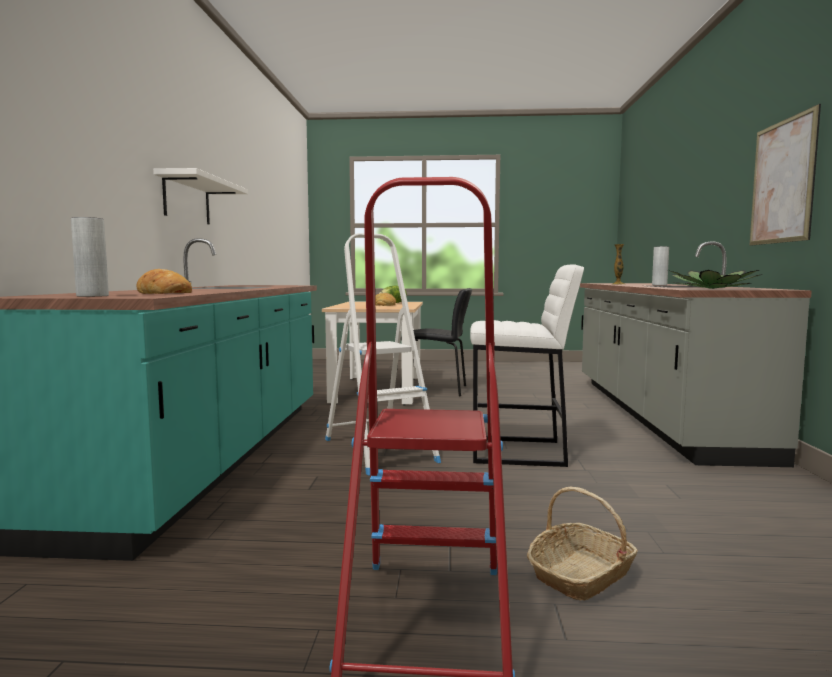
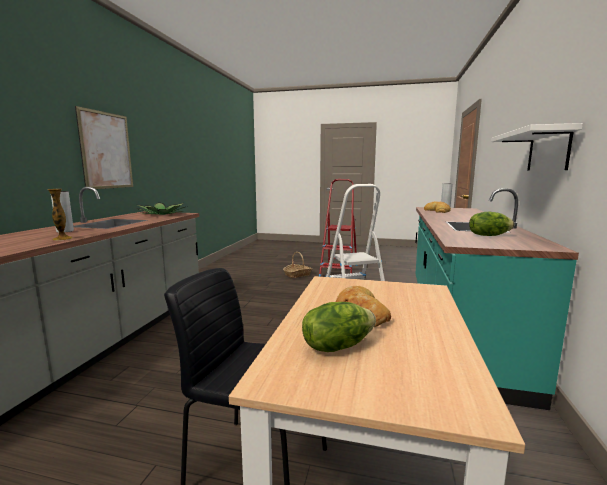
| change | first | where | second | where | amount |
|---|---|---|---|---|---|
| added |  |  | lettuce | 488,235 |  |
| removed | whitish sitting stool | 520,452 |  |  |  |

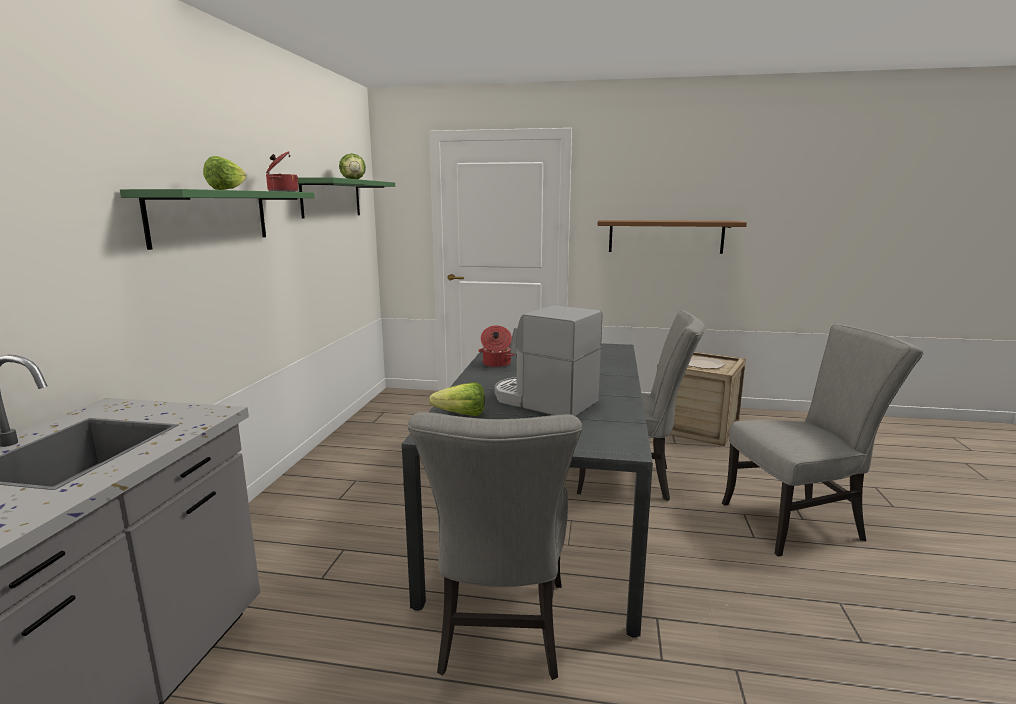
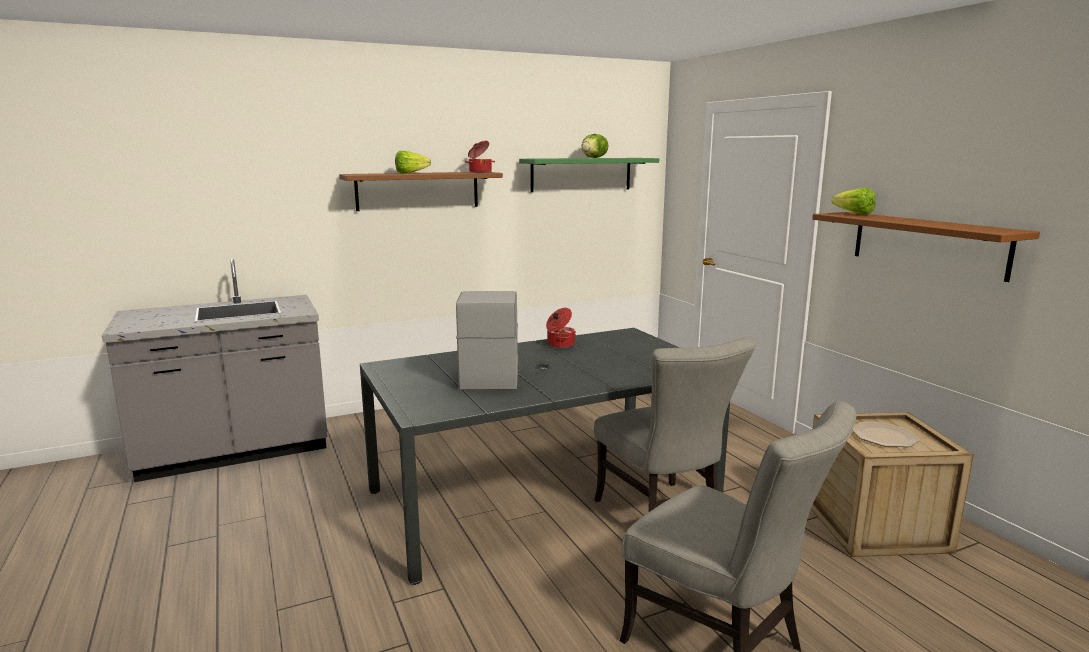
| change | first | where | second | where | amount |
|---|---|---|---|---|---|
| recoloured | green-coloured bracket shelf | 211,217 | brown-coloured bracket shelf | 418,190 |  |
| moved | lettuce | 457,415 |  | 850,213 |  |
| removed | grey upright chair | 500,632 |  |  |  |

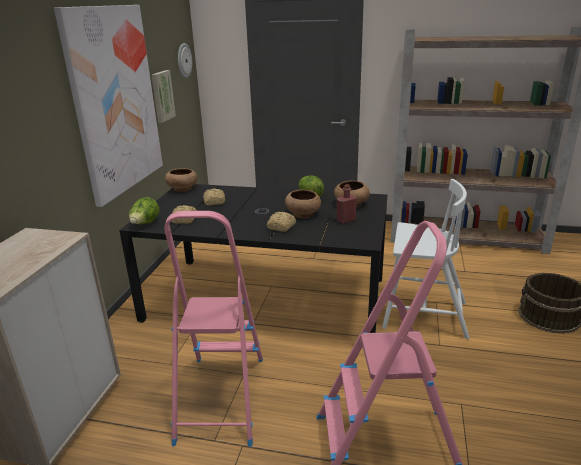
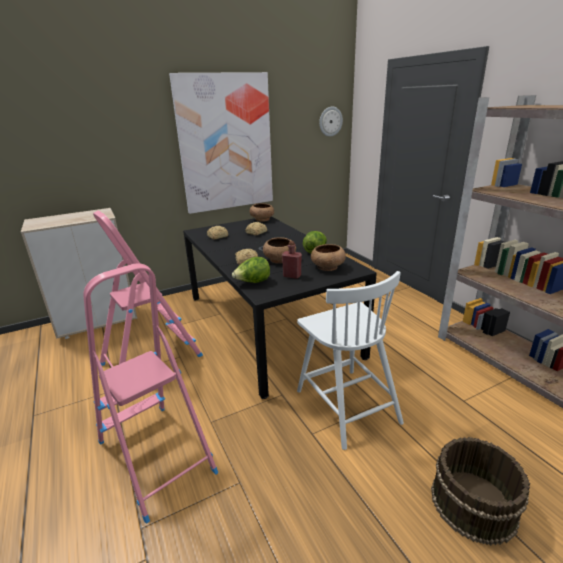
| change | first | where | second | where | amount |
|---|---|---|---|---|---|
| moved | lettuce | 145,224 |  | 253,282 |  |
| removed | wall picture | 162,96 |  |  |  |

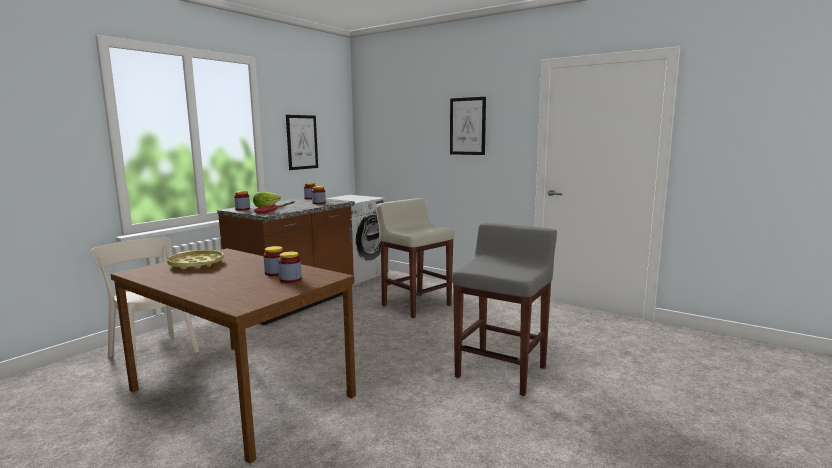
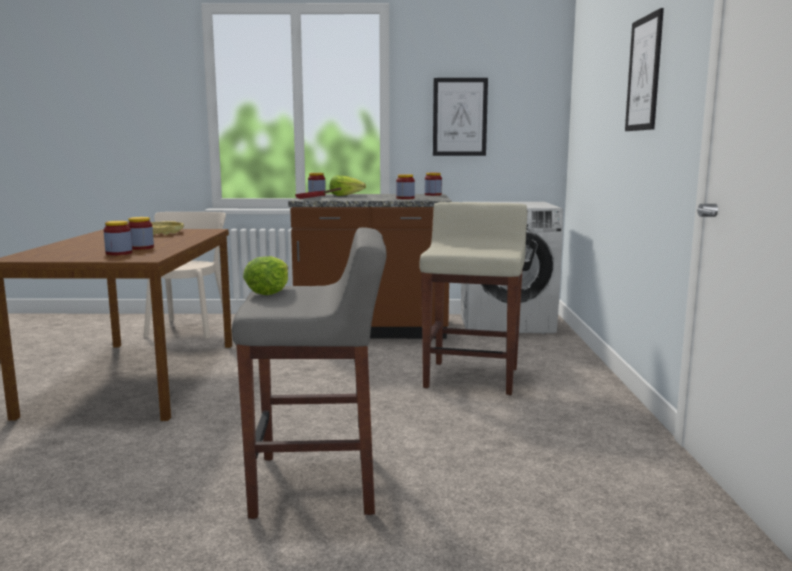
| change | first | where | second | where | amount |
|---|---|---|---|---|---|
| added |  |  | lettuce | 269,291 |  |

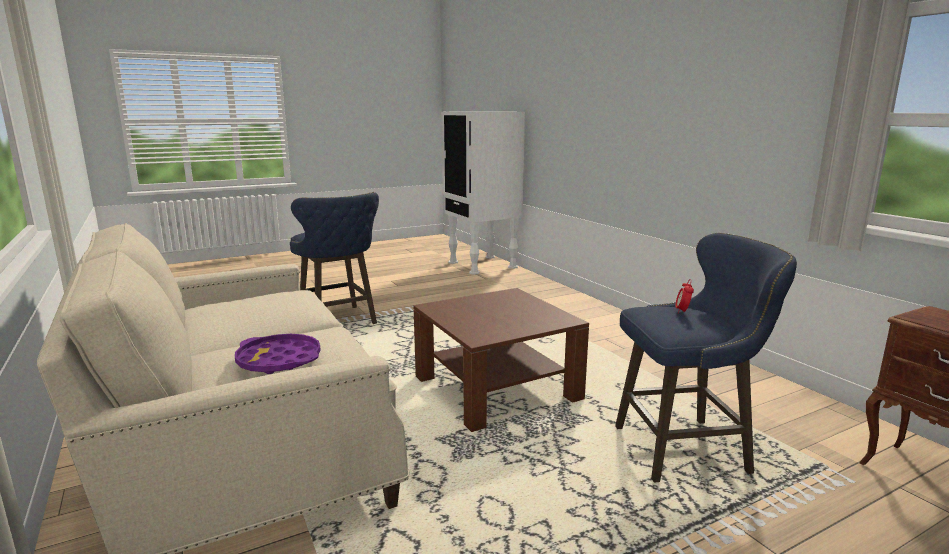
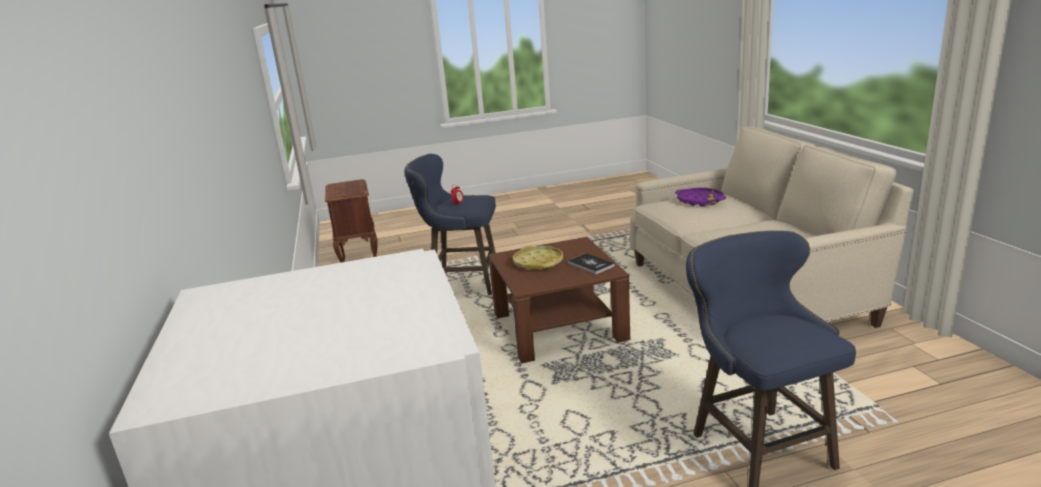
| change | first | where | second | where | amount |
|---|---|---|---|---|---|
| added |  |  | yellow-coloured tray | 538,262 |  |
| added |  |  | volume | 590,264 |  |

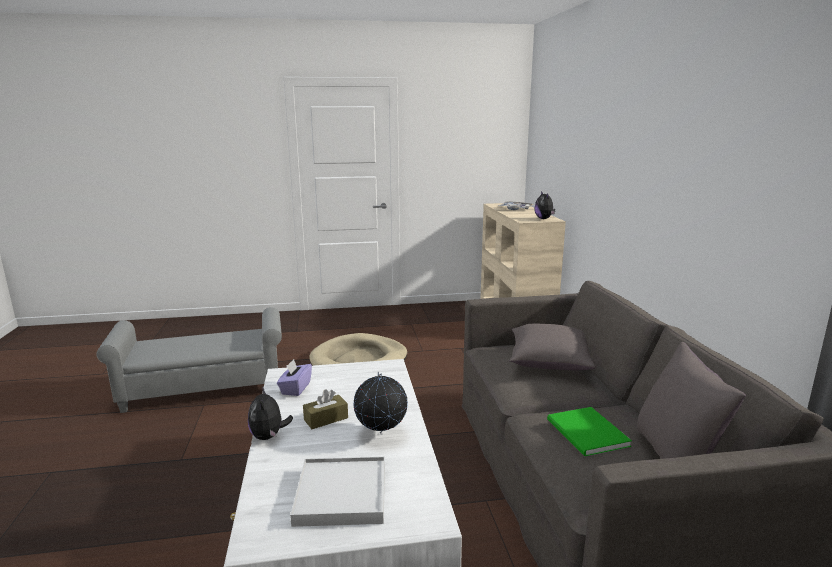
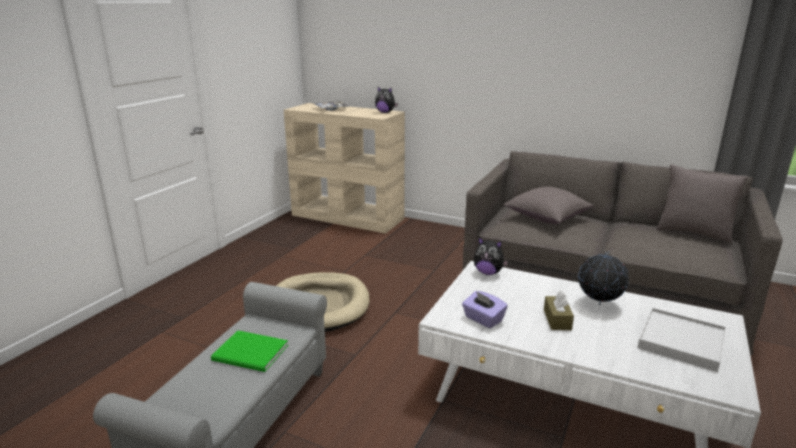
| change | first | where | second | where | amount |
|---|---|---|---|---|---|
| moved | green-coloured volume | 587,434 |  | 251,354 |  |
| moved | cuddly toy | 269,436 |  | 488,272 |  |

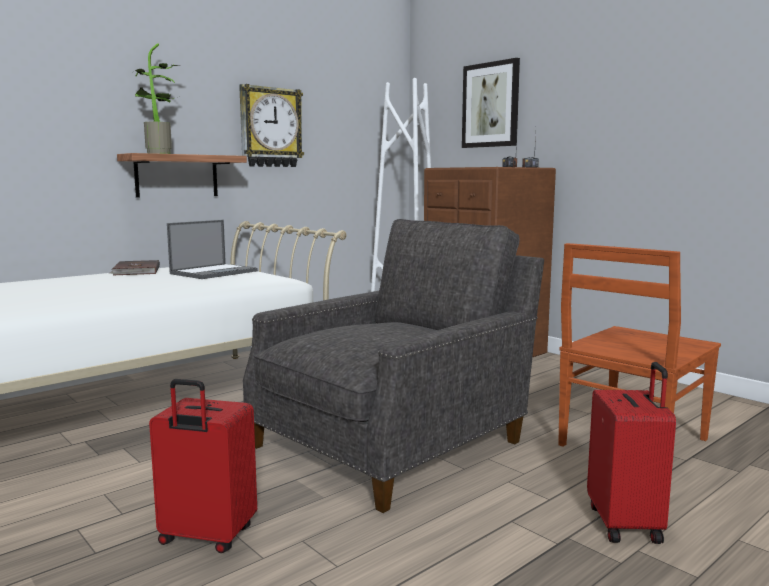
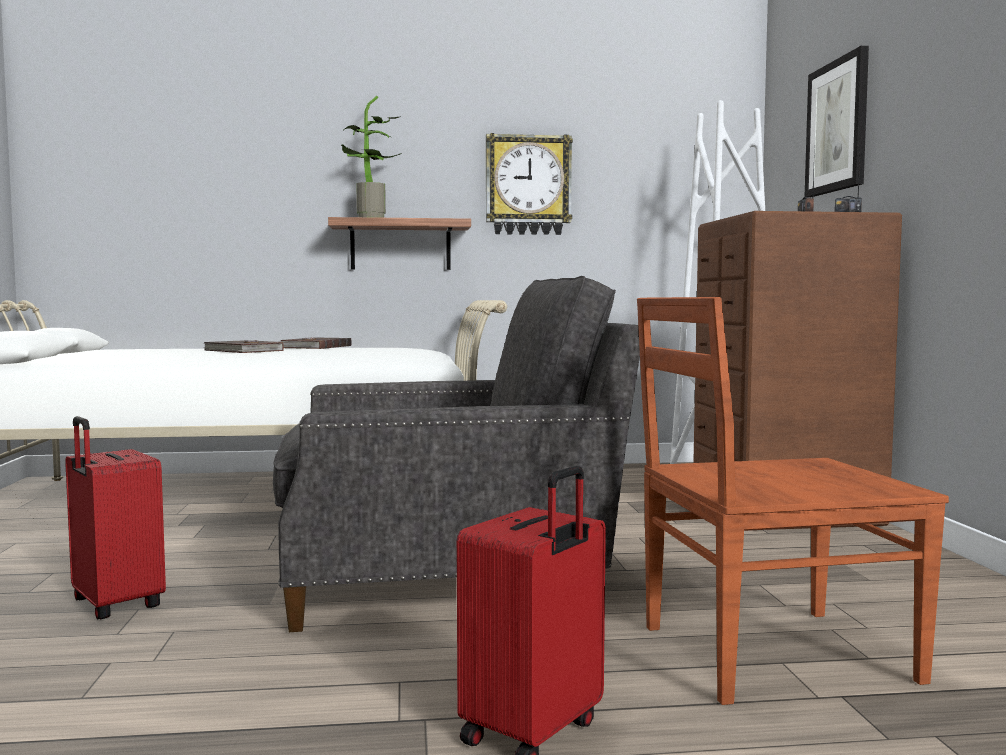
| change | first | where | second | where | amount |
|---|---|---|---|---|---|
| added |  |  | brown-coloured volume | 243,351 |  |
| removed | laptop | 214,272 |  |  |  |

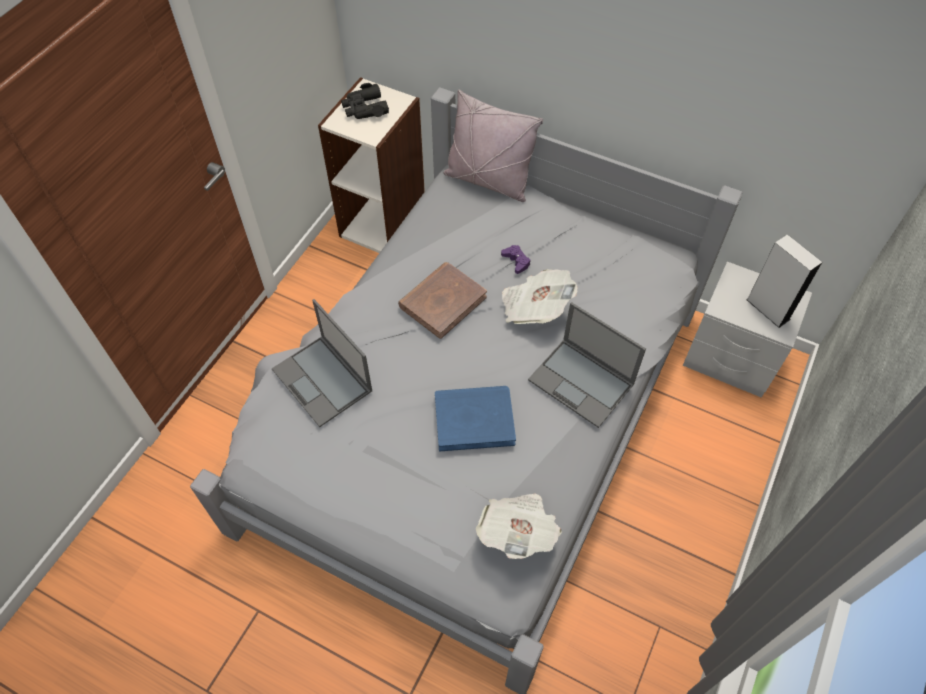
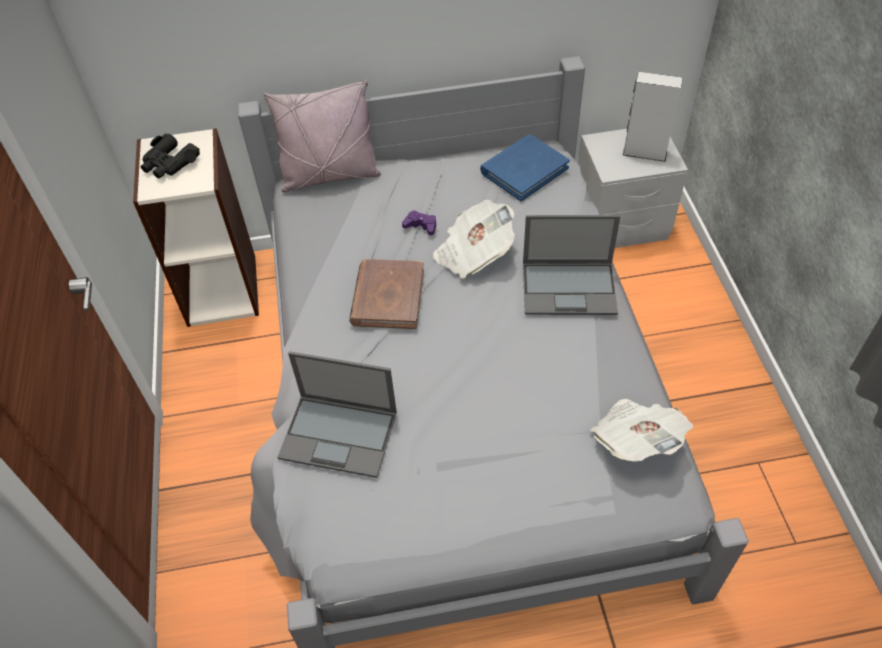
| change | first | where | second | where | amount |
|---|---|---|---|---|---|
| moved | bluish volume | 474,419 |  | 524,170 |  |

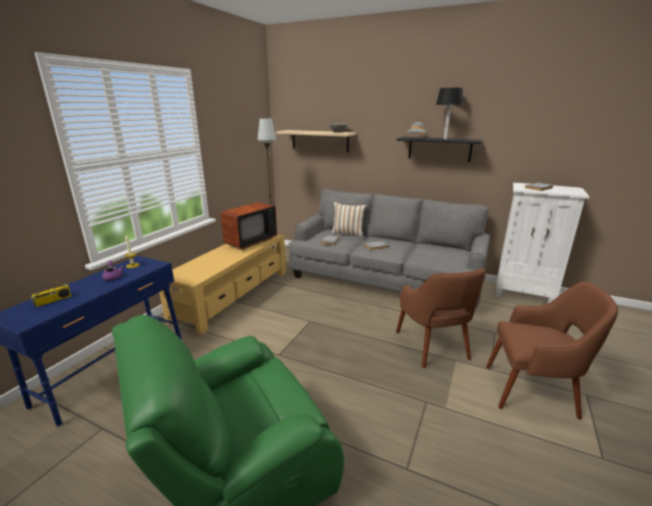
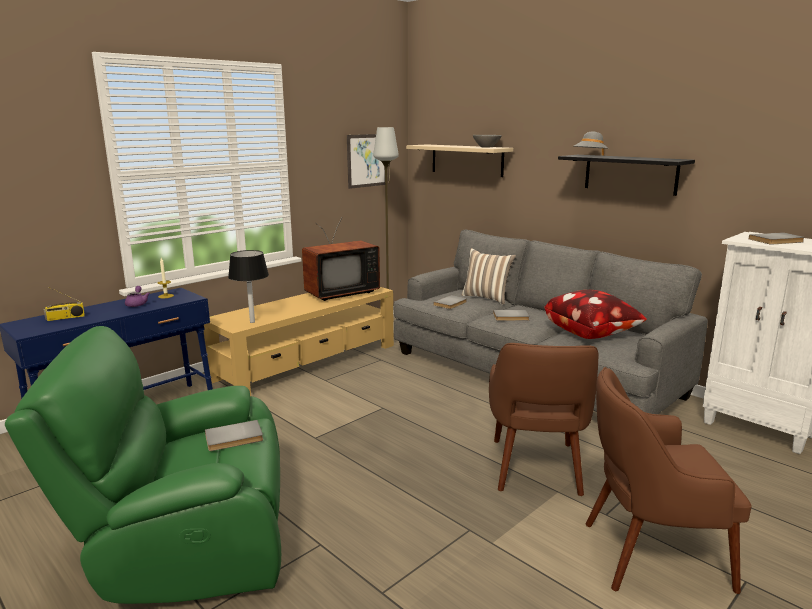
| change | first | where | second | where | amount |
|---|---|---|---|---|---|
| added |  |  | grey volume | 234,438 |  |
| moved | black-coloured tabletop lamp | 445,139 |  | 252,322 |  |
| added |  |  | wall picture | 367,160 |  |
| added |  |  | cushion | 590,333 |  |
| turned | brown-coloured armchair | 533,391 |  | 651,555 | 150 degrees clockwise |

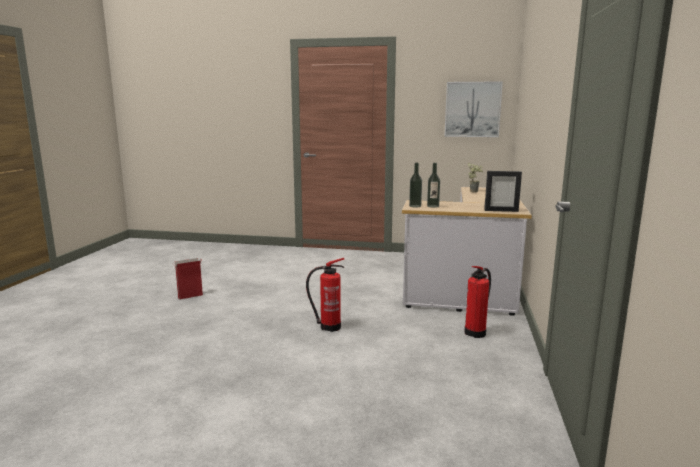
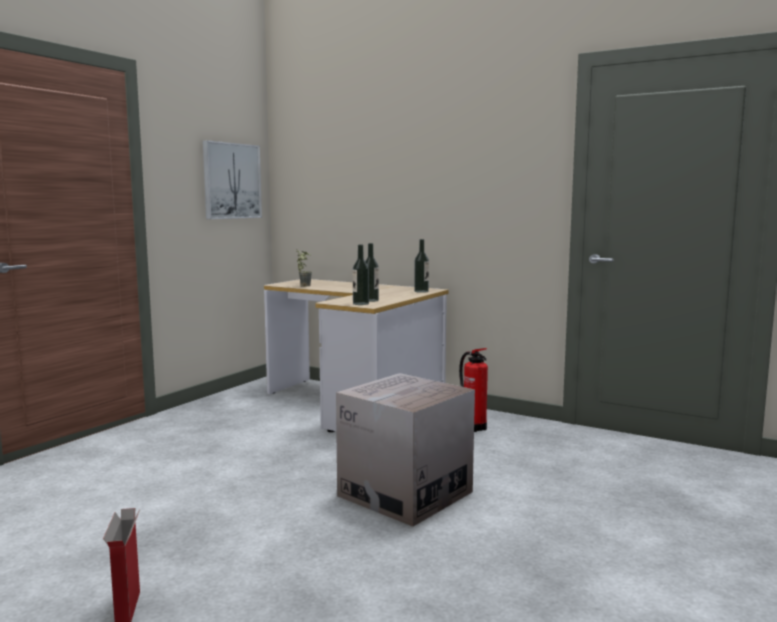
| change | first | where | second | where | amount |
|---|---|---|---|---|---|
| replaced | extinguisher | 328,327 | carton | 405,494 |  |
| replaced | standing frame | 501,210 | beverage bottle | 421,291 |  |

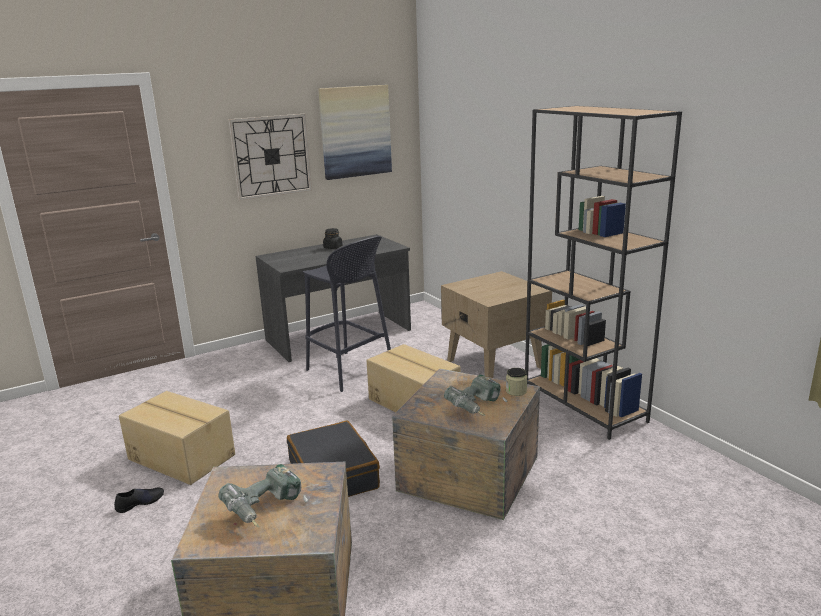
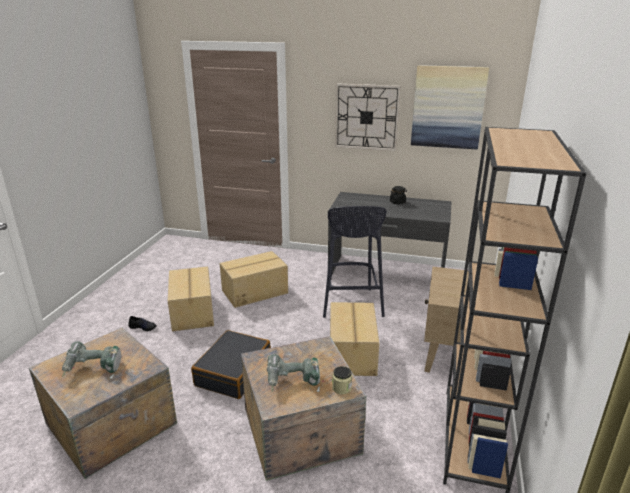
| change | first | where | second | where | amount |
|---|---|---|---|---|---|
| added |  |  | carton | 254,291 |  |

